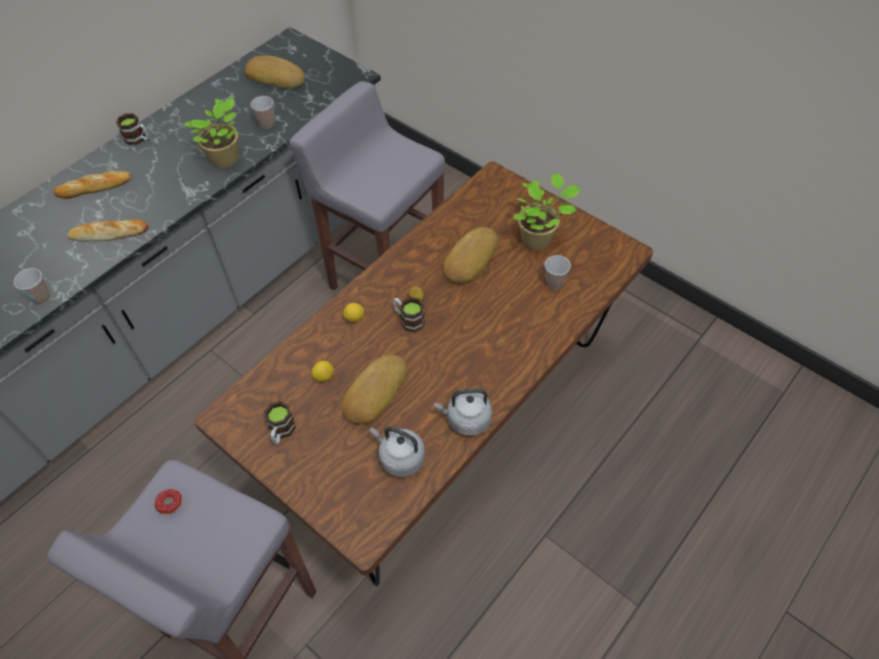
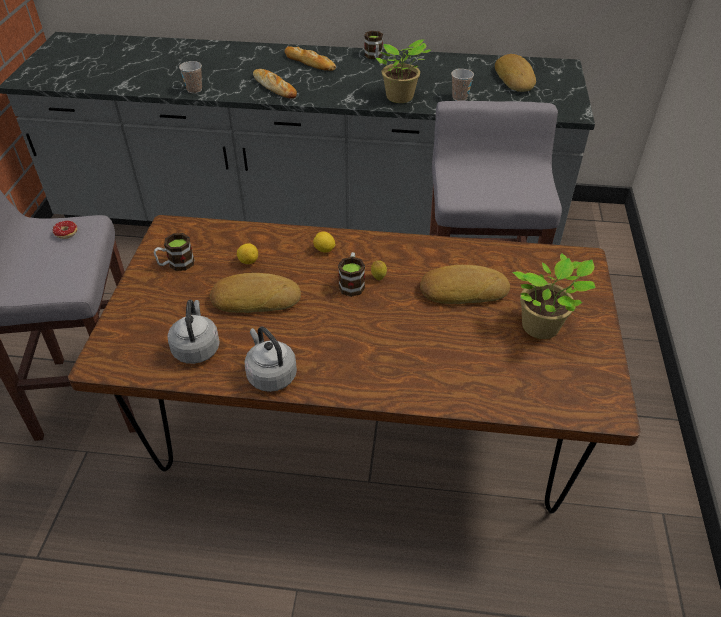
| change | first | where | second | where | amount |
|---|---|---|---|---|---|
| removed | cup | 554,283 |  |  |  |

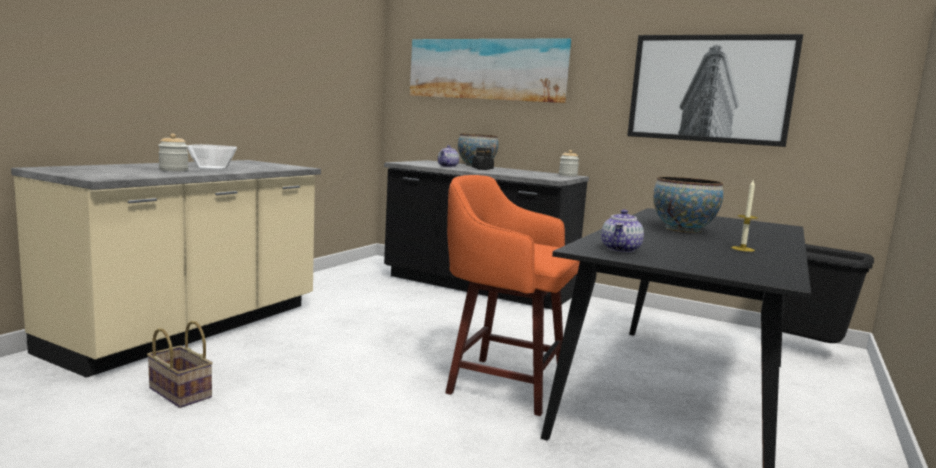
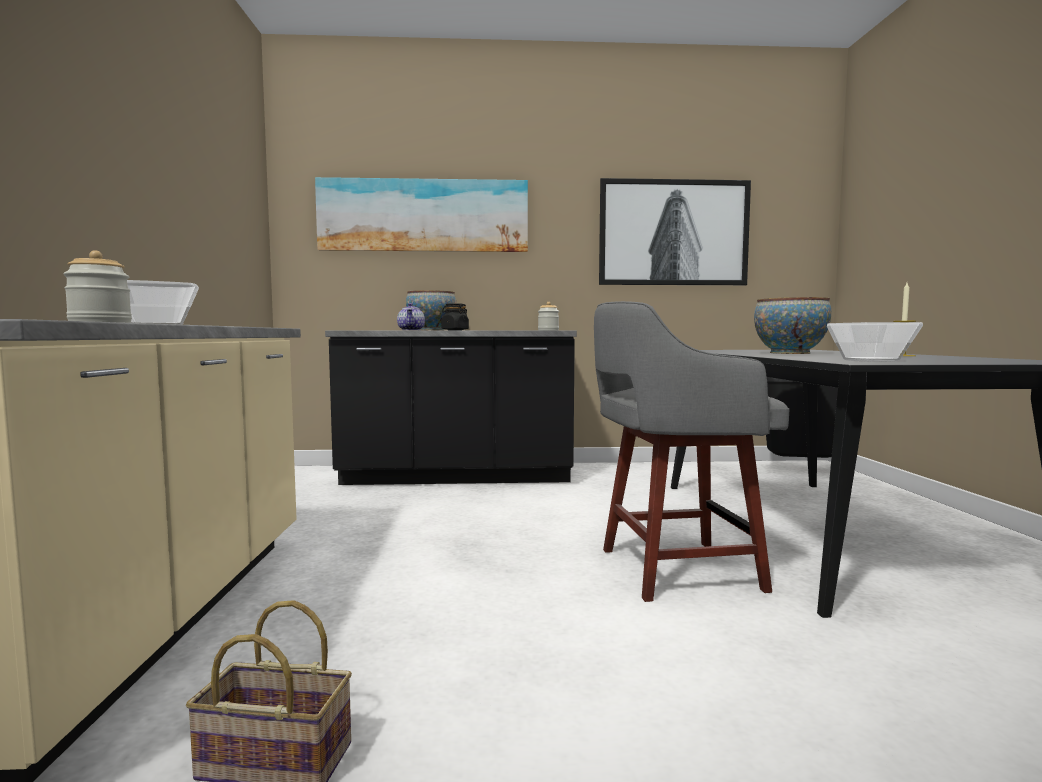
| change | first | where | second | where | amount |
|---|---|---|---|---|---|
| recoloured | orange-coloured sitting stool | 502,384 | grey sitting stool | 673,570 |  |
| replaced | tea pot | 621,249 | deep dish | 870,360 |  |

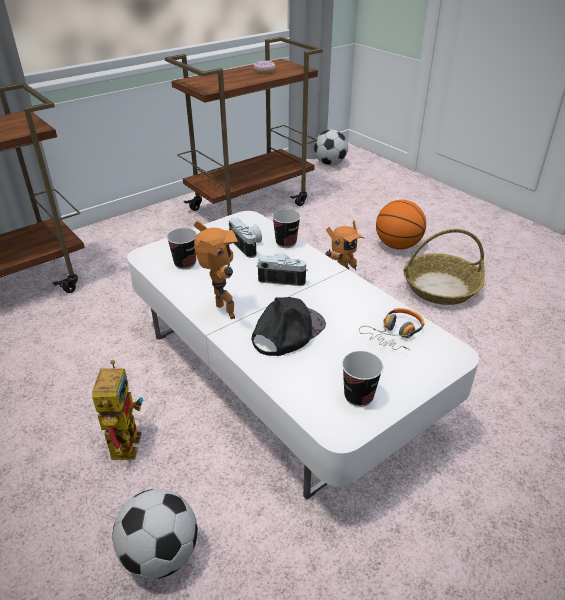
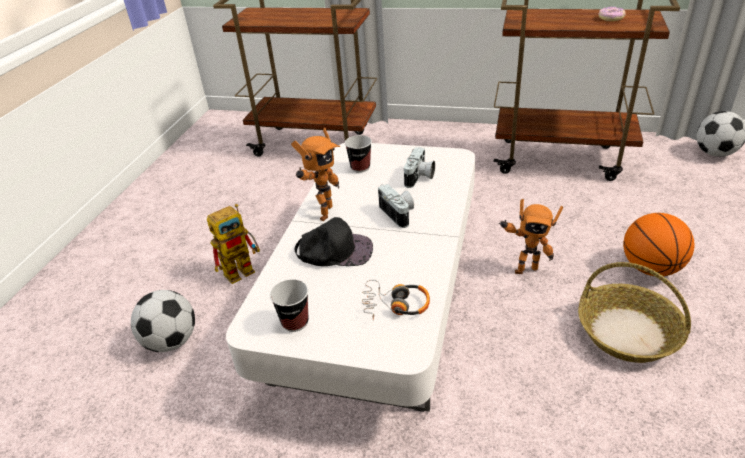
| change | first | where | second | where | amount |
|---|---|---|---|---|---|
| removed | cup | 286,243 |  |  |  |

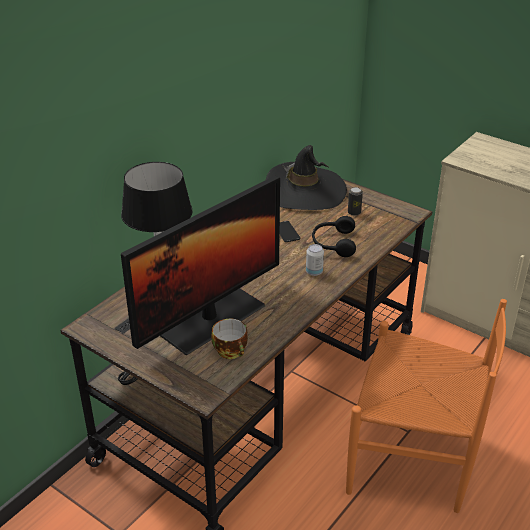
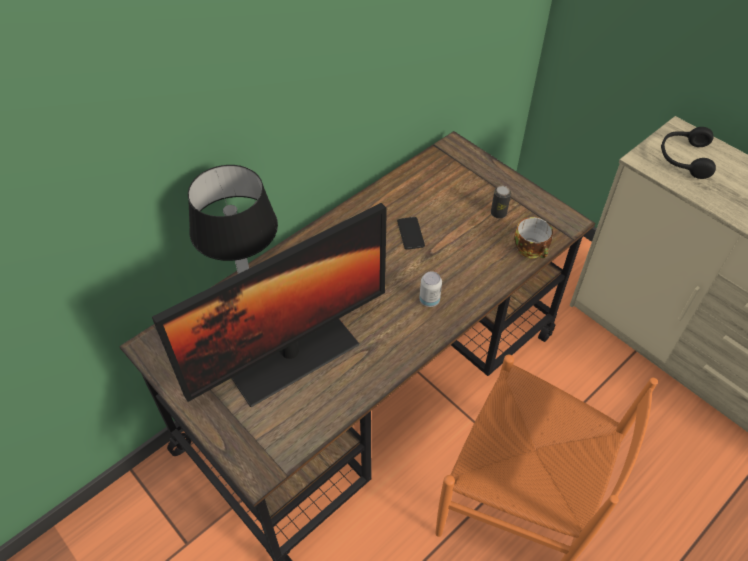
| change | first | where | second | where | amount |
|---|---|---|---|---|---|
| moved | cup | 232,351 |  | 532,250 |  |
| moved | black-coloured headset | 333,243 |  | 683,158 |  |
| removed | black-coloured clothing hat | 305,191 |  |  |  |

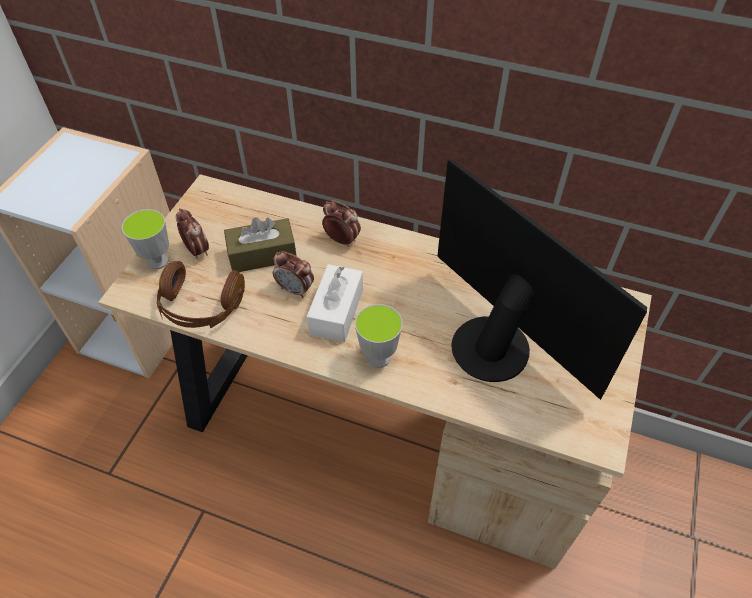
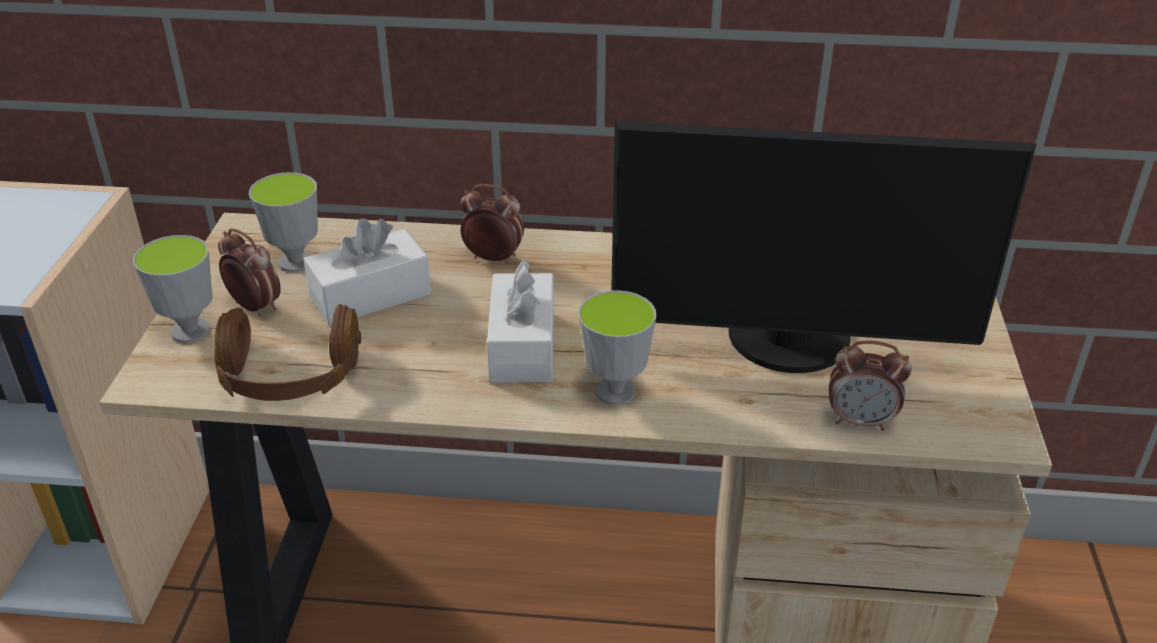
| change | first | where | second | where | amount |
|---|---|---|---|---|---|
| added |  |  | cup | 296,262 |  |
| recoloured | brown-coloured box of tissues | 262,255 | whitish box of tissues | 370,295 |  |
| turned | monitor | 496,344 |  | 789,344 | 150 degrees clockwise |
| moved | alarm clock | 295,290 |  | 861,421 |  |

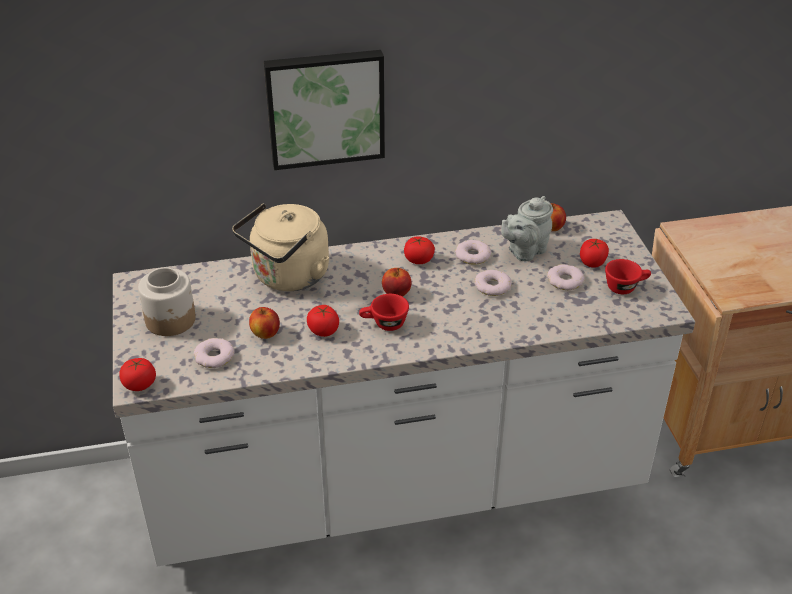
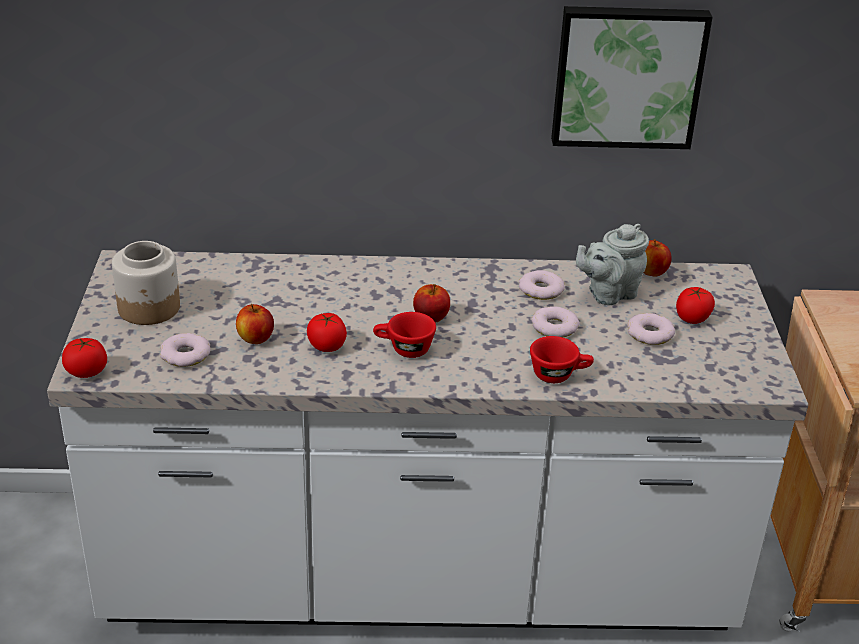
| change | first | where | second | where | amount |
|---|---|---|---|---|---|
| moved | red-coloured cup | 625,287 |  | 559,375 |  |
| moved | wall picture | 325,107 |  | 627,76 |  |
| removed | sand-coloured tea kettle | 288,277 |  |  |  |
| removed | tomato | 418,260 |  |  |  |

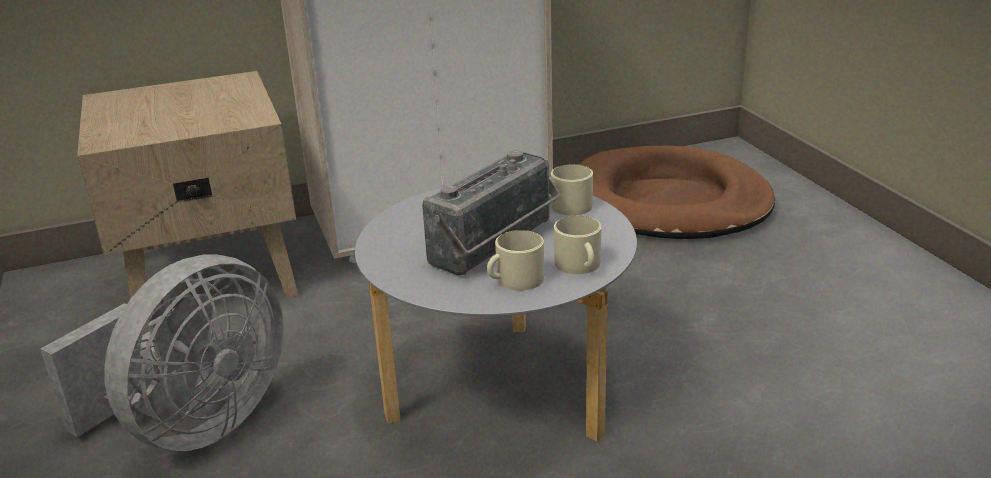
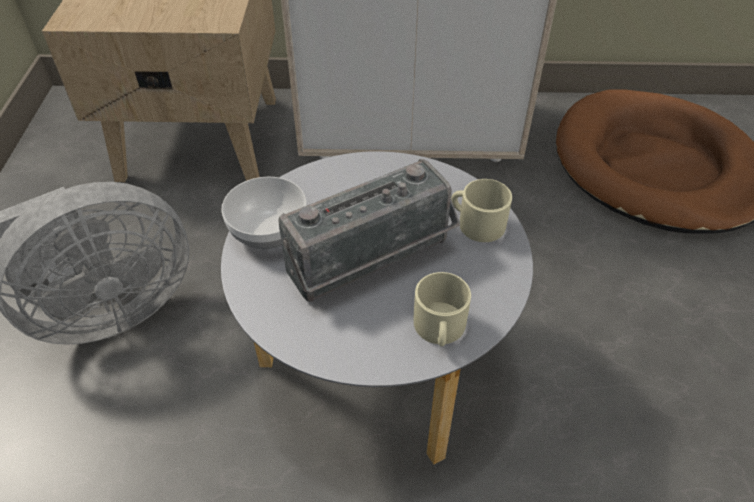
| change | first | where | second | where | amount |
|---|---|---|---|---|---|
| added |  |  | deep dish | 267,231 |  |
| removed | sand-coloured coffee mug | 514,280 |  |  |  |

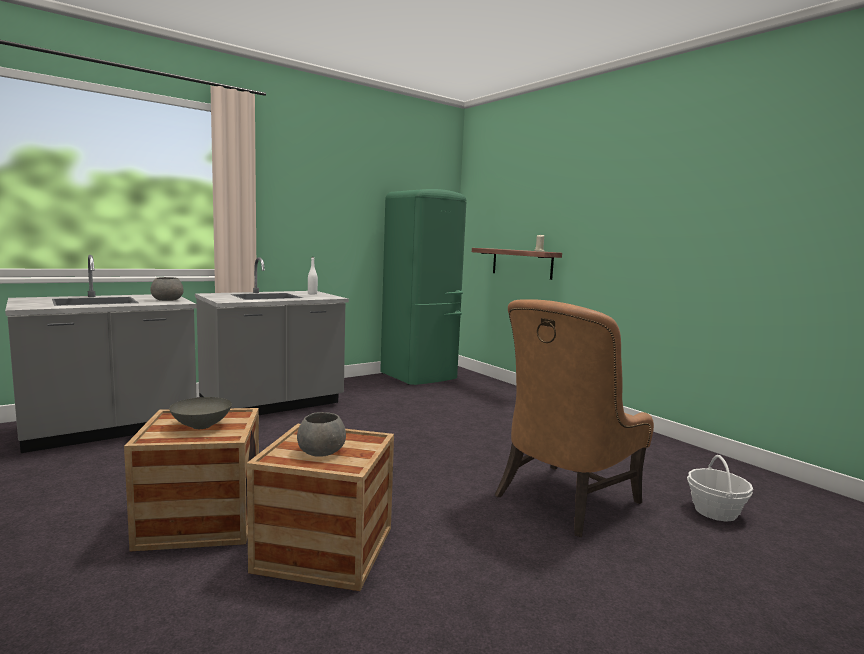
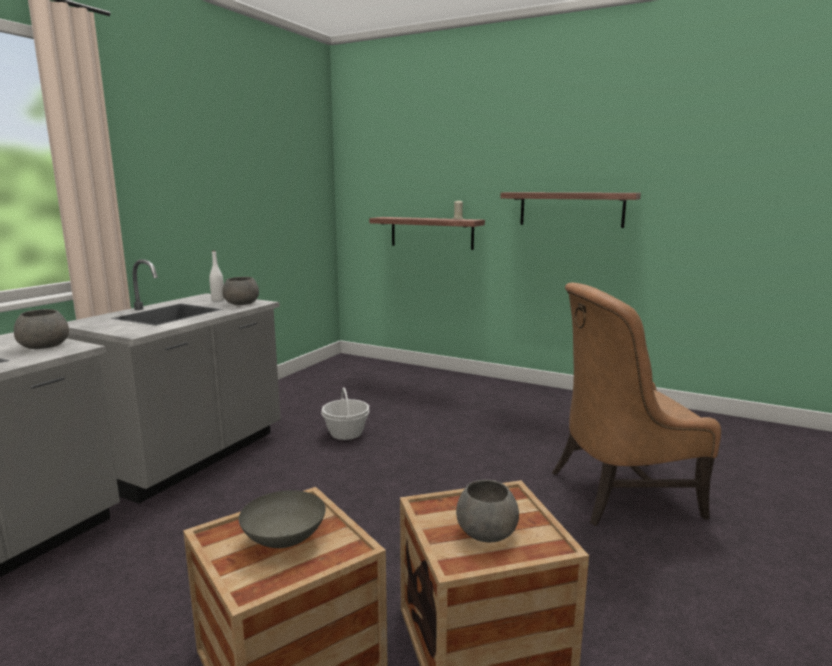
| change | first | where | second | where | amount |
|---|---|---|---|---|---|
| added |  |  | grey deep dish | 242,303 |  |
| moved | household basket | 715,511 |  | 346,433 |  |
| added |  |  | bracket shelf | 571,209 |  |
| turned | brown-coloured upright chair | 564,499 |  | 620,492 | 60 degrees clockwise |
| removed | green-coloured refrigerator | 421,377 |  |  |  |

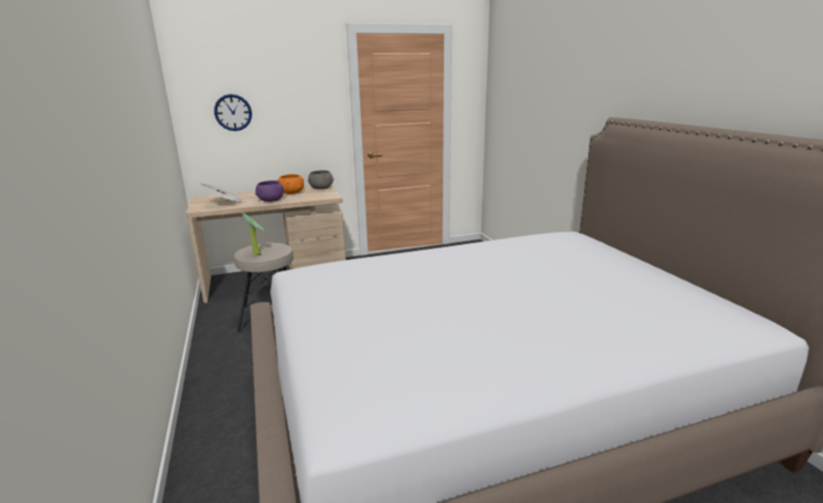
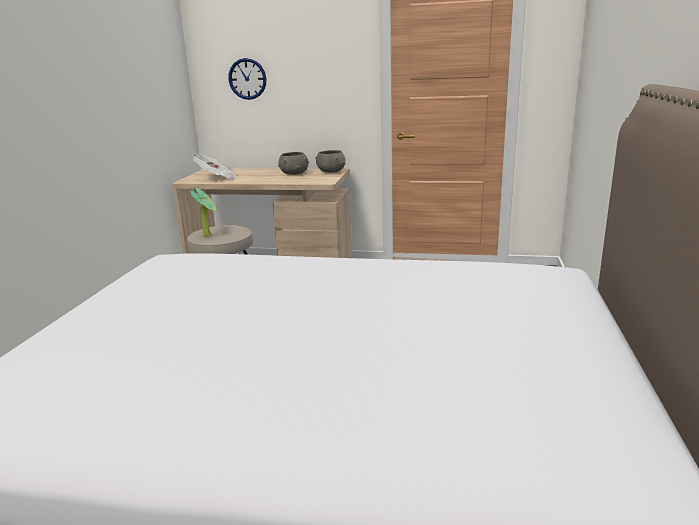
| change | first | where | second | where | amount |
|---|---|---|---|---|---|
| recoloured | orange-coloured deep dish | 292,192 | grey deep dish | 294,173 |  |
| removed | purple deep dish | 271,200 |  |  |  |

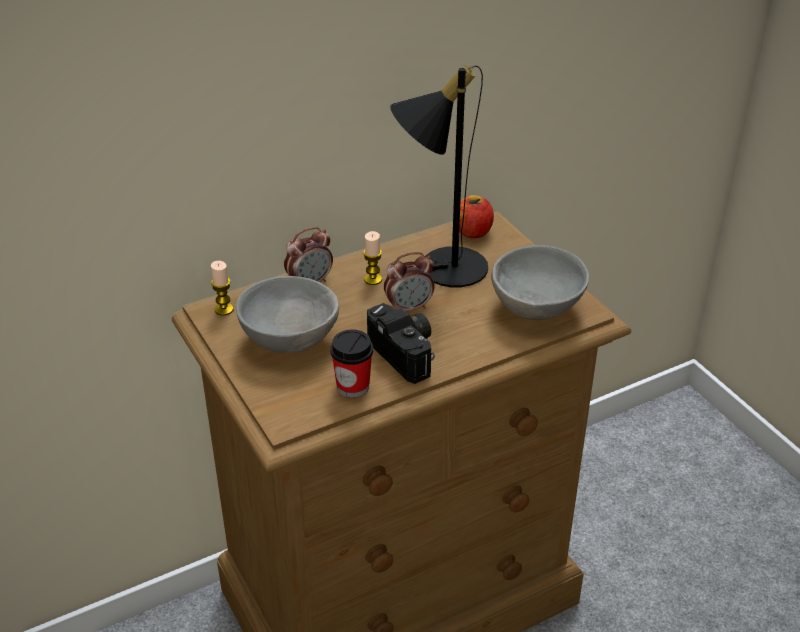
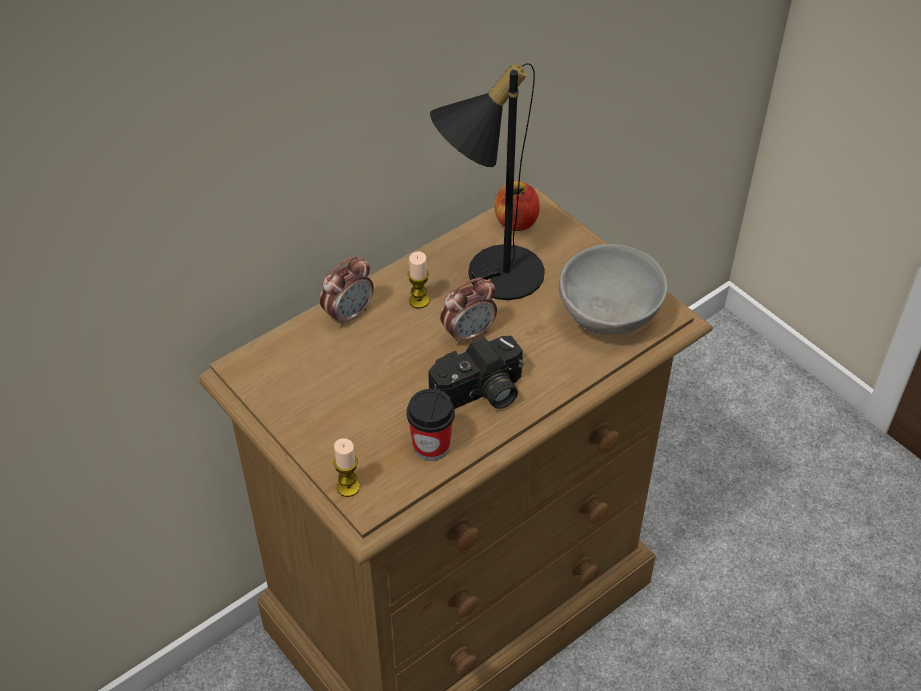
| change | first | where | second | where | amount |
|---|---|---|---|---|---|
| moved | candle | 224,309 |  | 348,487 |  |
| turned | photo camera | 407,353 |  | 480,394 | 105 degrees clockwise |
| removed | grey deep dish | 289,339 |  |  |  |

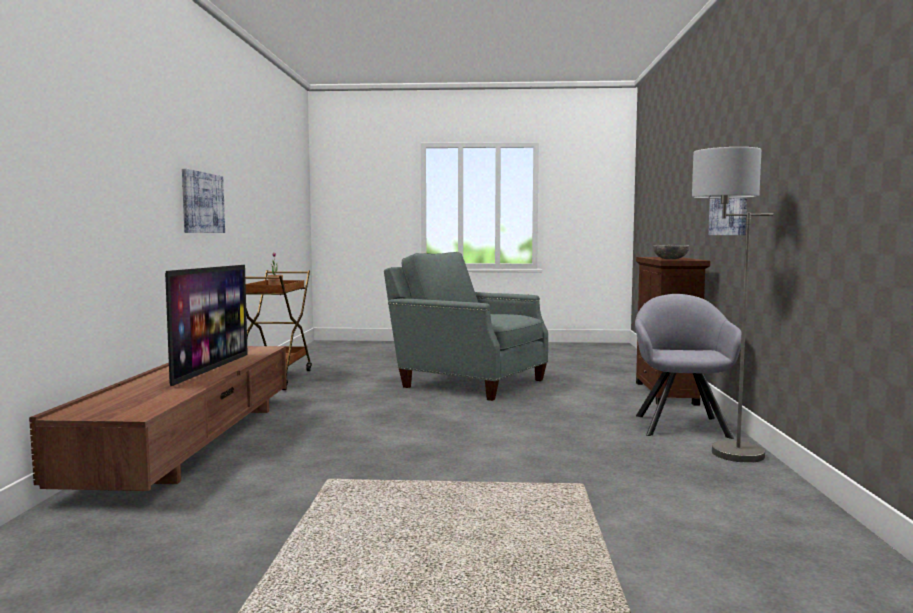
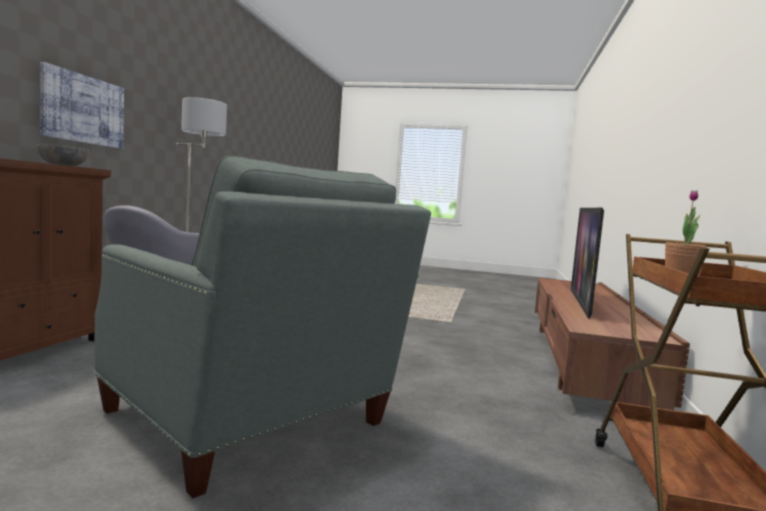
| change | first | where | second | where | amount |
|---|---|---|---|---|---|
| removed | wall picture | 202,202 |  |  |  |

